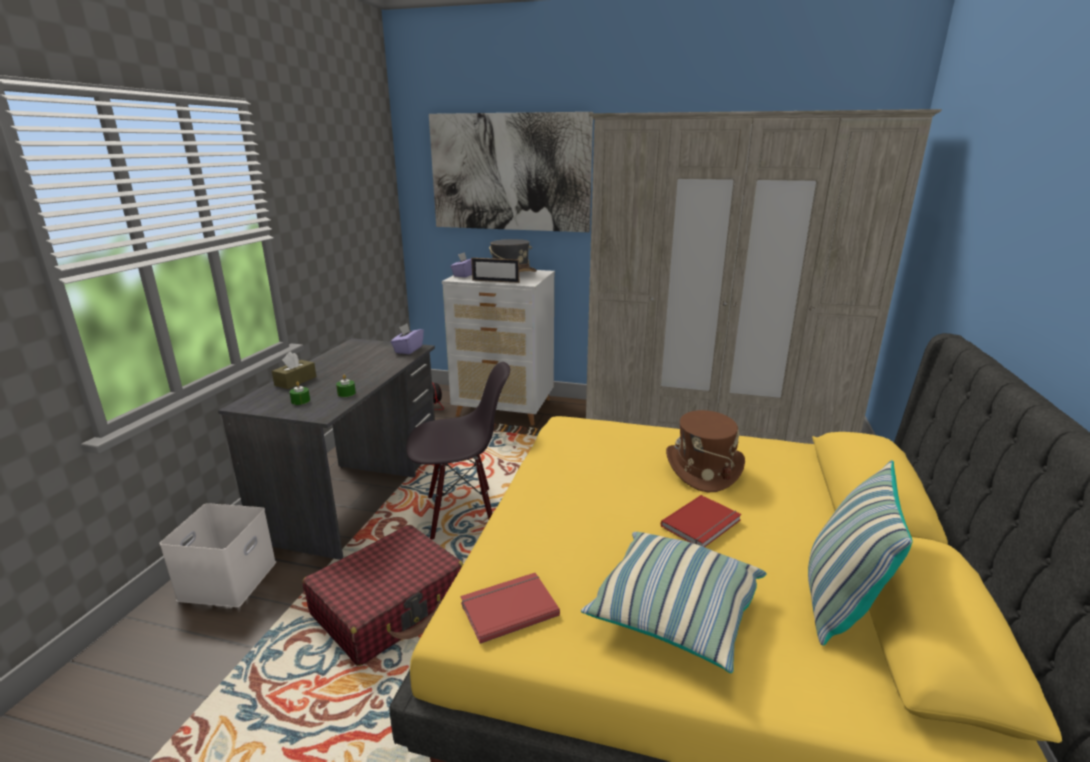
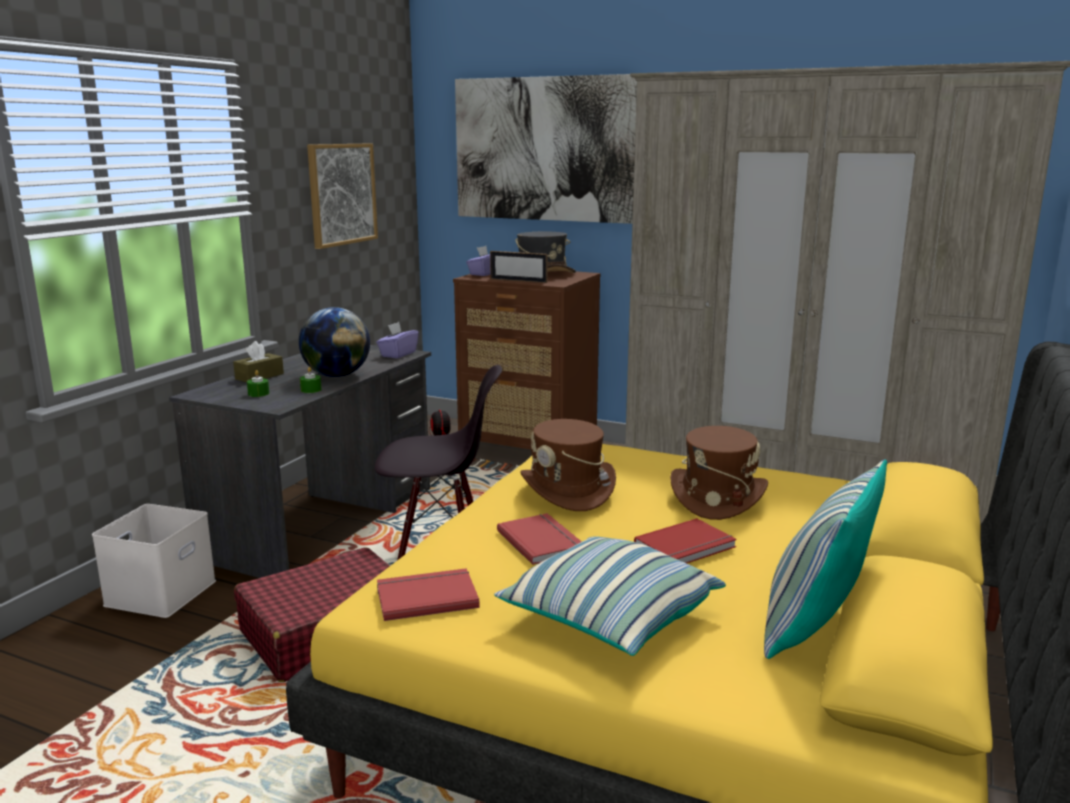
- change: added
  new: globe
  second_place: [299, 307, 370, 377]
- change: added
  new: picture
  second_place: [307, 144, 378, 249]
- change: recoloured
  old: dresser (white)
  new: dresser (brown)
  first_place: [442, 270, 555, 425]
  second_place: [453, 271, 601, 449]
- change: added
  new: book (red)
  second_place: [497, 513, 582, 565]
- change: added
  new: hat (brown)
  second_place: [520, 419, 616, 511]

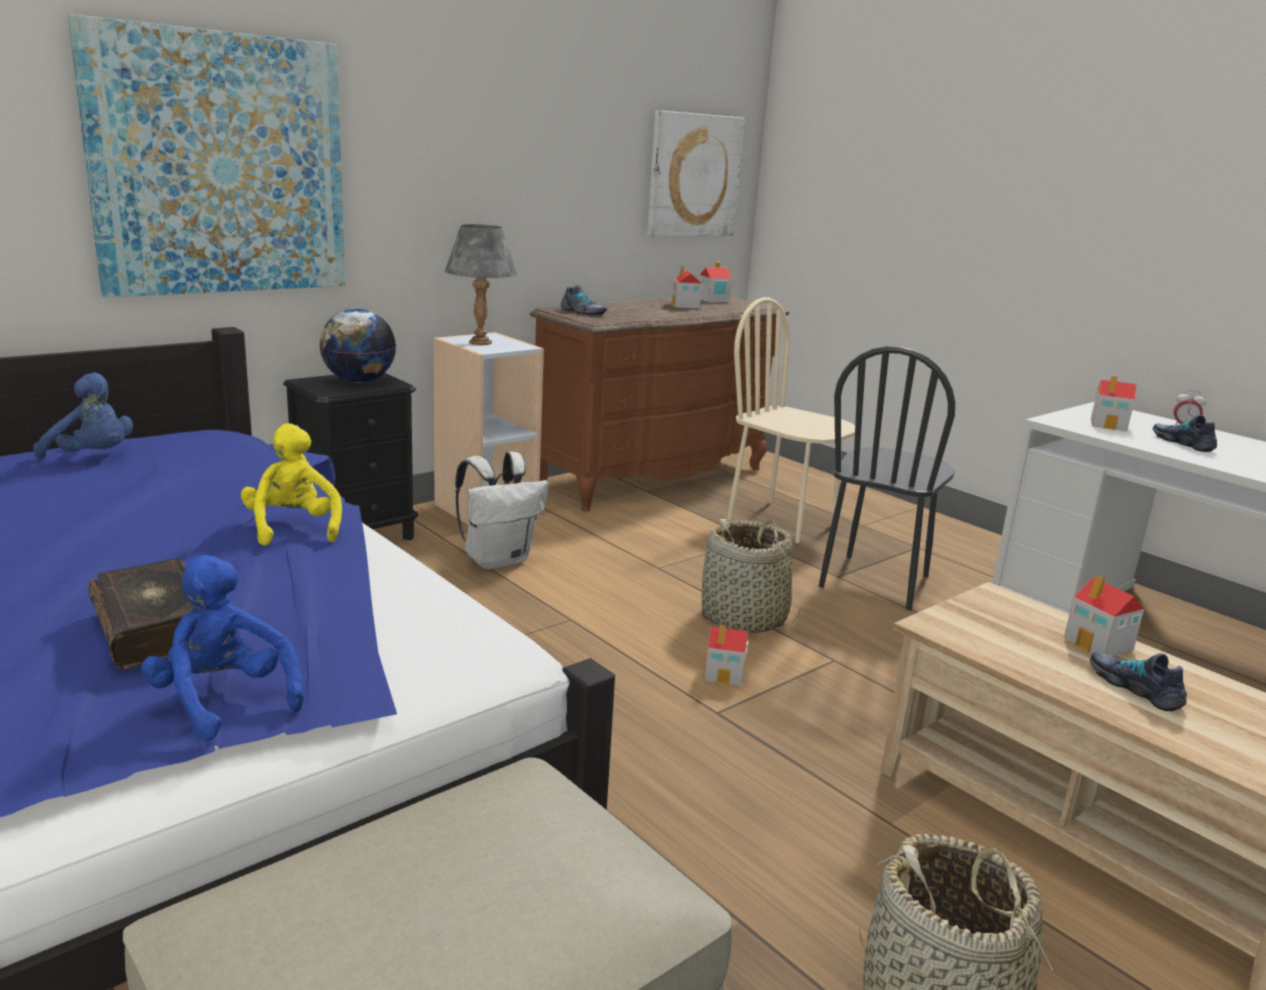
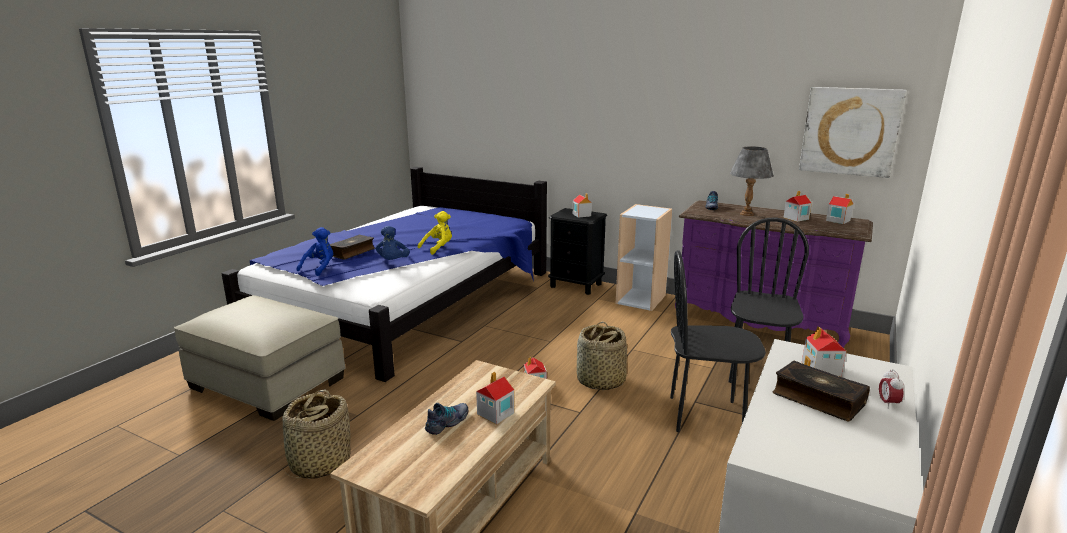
- change: moved
  old: plush toy (blue)
  first_place: [33, 373, 133, 460]
  second_place: [376, 226, 410, 260]
- change: replaced
  old: globe
  new: toy house
  first_place: [319, 308, 396, 383]
  second_place: [573, 193, 592, 218]
- change: recoloured
  old: dresser (brown)
  new: dresser (purple)
  first_place: [529, 297, 789, 512]
  second_place: [675, 200, 873, 348]
- change: recoloured
  old: chair (beige)
  new: chair (black)
  first_place: [727, 297, 855, 543]
  second_place: [728, 218, 809, 383]
- change: moved
  old: table lamp (grey)
  first_place: [445, 224, 517, 345]
  second_place: [730, 146, 774, 216]
- change: replaced
  old: shoe
  new: book
  first_place: [1153, 415, 1217, 452]
  second_place: [772, 361, 870, 422]
- change: removed
  old: picture
  first_place: [68, 14, 346, 298]
- change: removed
  old: backpack (white)
  first_place: [455, 452, 548, 569]

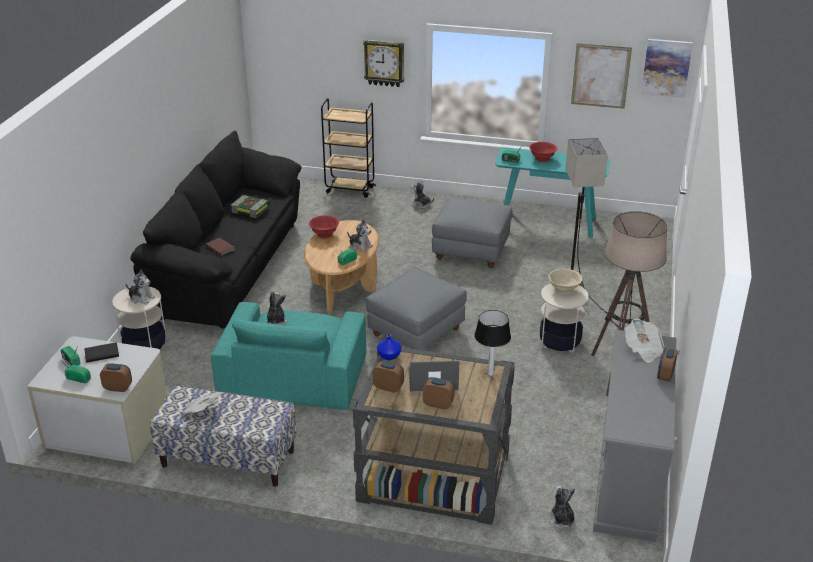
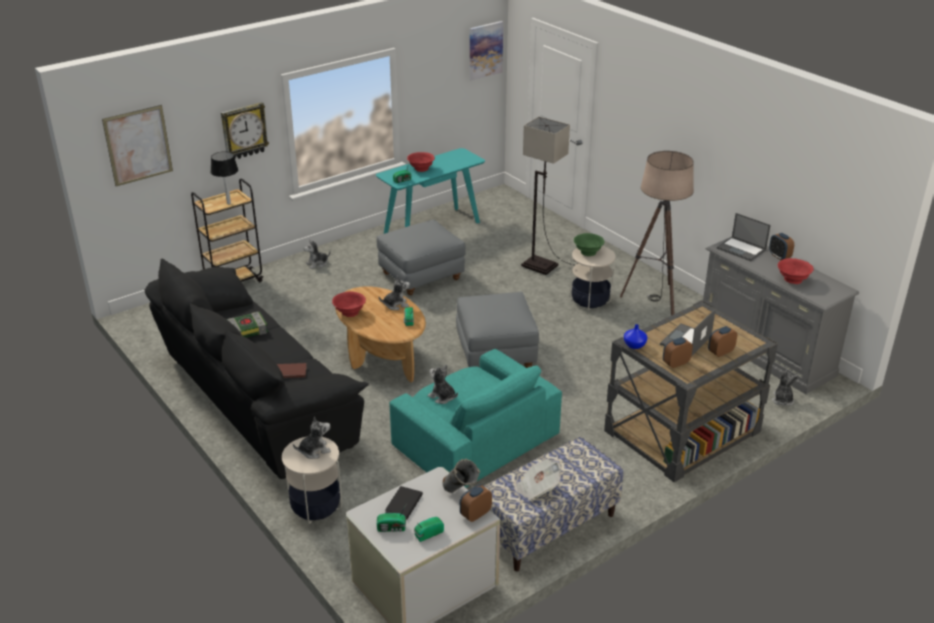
- change: moved
  old: picture
  first_place: [571, 44, 632, 109]
  second_place: [102, 105, 173, 186]
- change: moved
  old: table lamp
  first_place: [474, 310, 511, 376]
  second_place: [210, 152, 238, 204]
- change: added
  new: vase (grey)
  second_place: [443, 459, 480, 493]
- change: recoloured
  old: bowl (beige)
  new: bowl (green)
  first_place: [549, 269, 582, 295]
  second_place: [574, 233, 604, 256]
- change: replaced
  old: newspaper
  new: laptop
  first_place: [625, 318, 664, 363]
  second_place: [717, 213, 771, 261]
- change: turned
  old: plush toy
  first_place: [548, 486, 575, 528]
  second_place: [772, 371, 799, 406]
  degrees: 75
- change: added
  new: bowl (red)
  second_place: [778, 258, 814, 284]

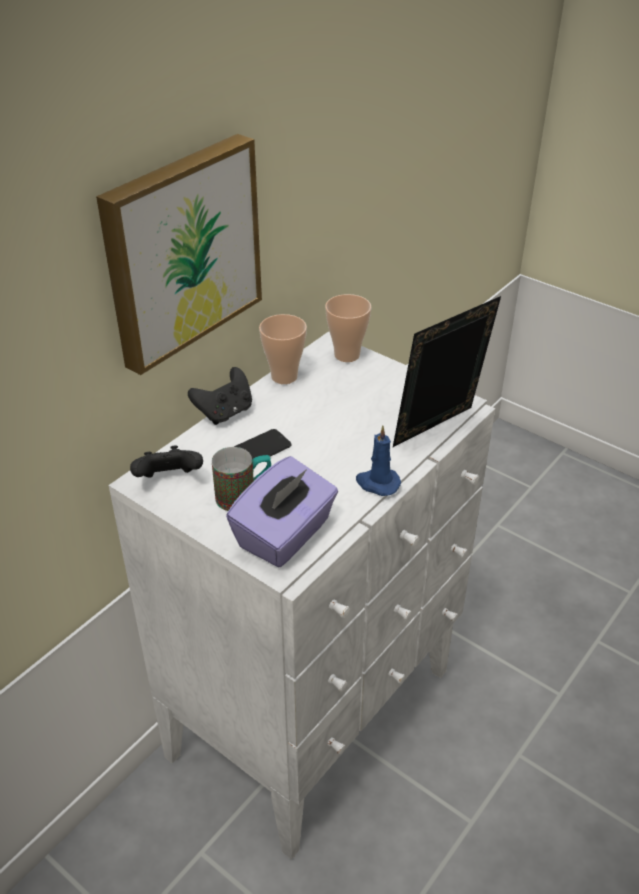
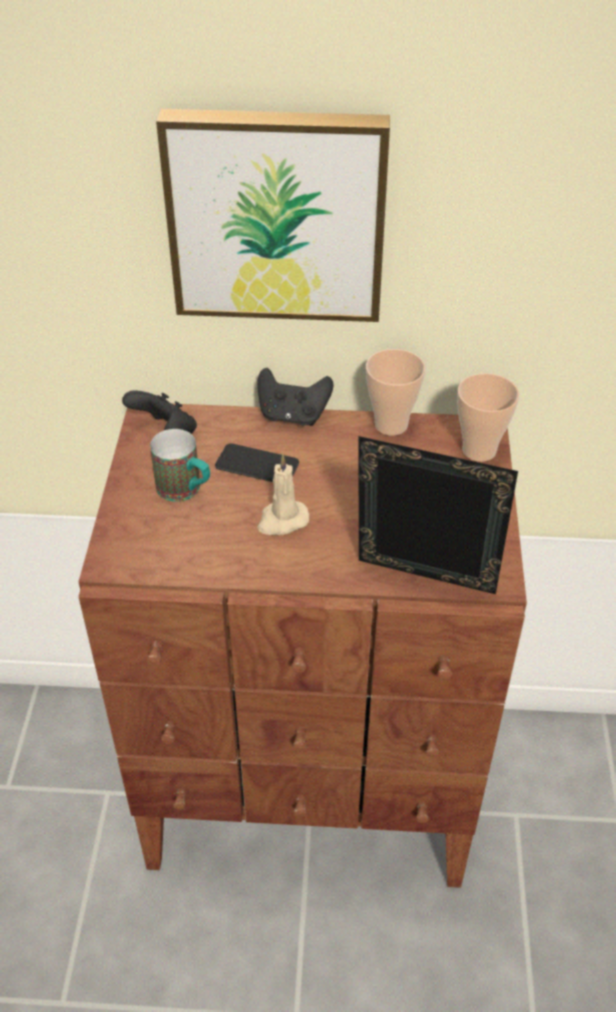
- change: recoloured
  old: dresser (white)
  new: dresser (brown)
  first_place: [109, 331, 495, 860]
  second_place: [78, 404, 527, 888]
- change: added
  new: candle (beige)
  second_place: [257, 454, 309, 535]
- change: removed
  old: tissue box (purple)
  first_place: [226, 456, 338, 568]
- change: removed
  old: candle (blue)
  first_place: [356, 425, 401, 496]

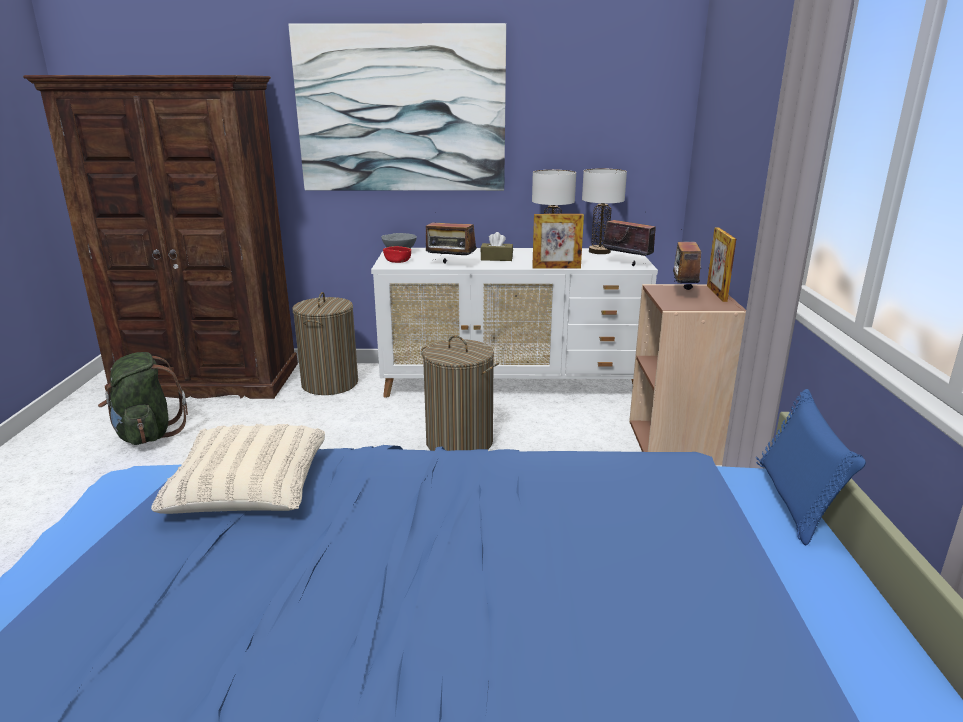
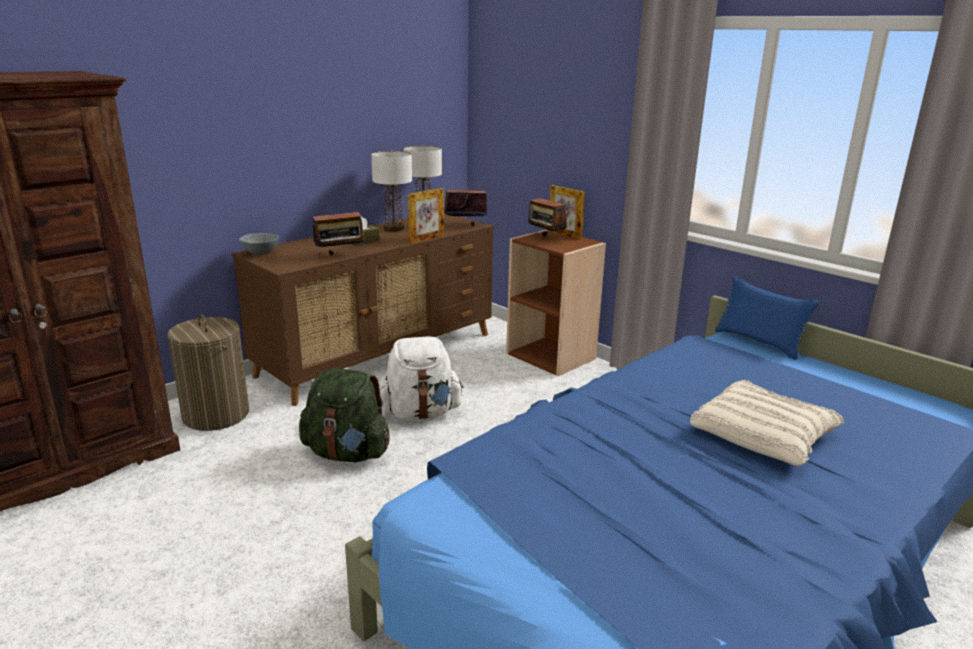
- change: recoloured
  old: dresser (white)
  new: dresser (brown)
  first_place: [371, 248, 658, 398]
  second_place: [232, 212, 494, 406]
- change: moved
  old: backpack (green)
  first_place: [98, 352, 188, 445]
  second_place: [299, 368, 390, 462]
- change: replaced
  old: laundry basket
  new: backpack (white)
  first_place: [421, 335, 499, 451]
  second_place: [379, 337, 464, 420]
- change: moved
  old: pillow (beige)
  first_place: [151, 424, 325, 514]
  second_place: [690, 380, 844, 466]
- change: removed
  old: picture
  first_place: [288, 23, 506, 191]
- change: removed
  old: bowl (red)
  first_place: [383, 246, 411, 263]

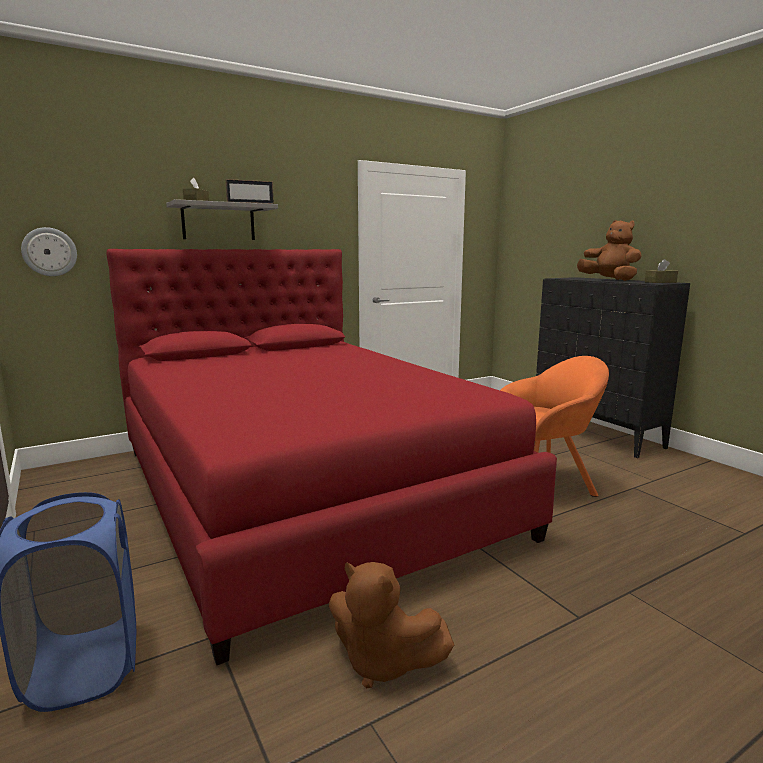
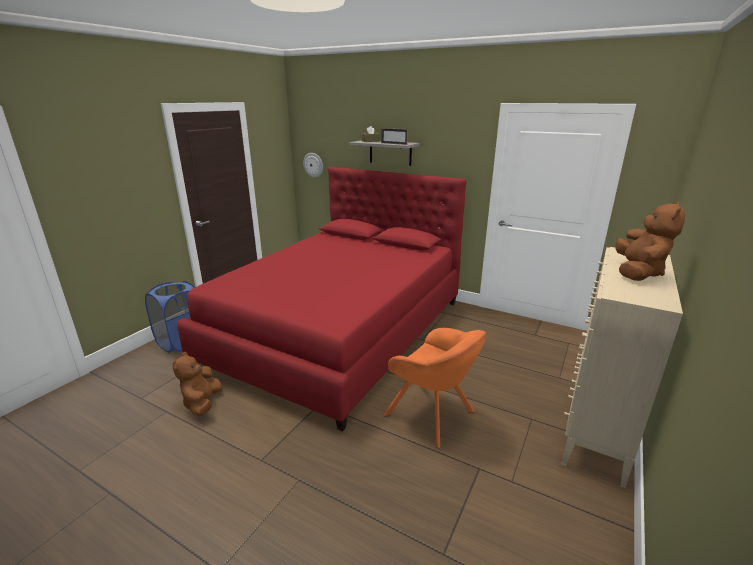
- change: recoloured
  old: dresser (black)
  new: dresser (beige)
  first_place: [536, 277, 690, 458]
  second_place: [561, 247, 683, 488]
- change: removed
  old: tissue box (brown)
  first_place: [645, 259, 678, 283]

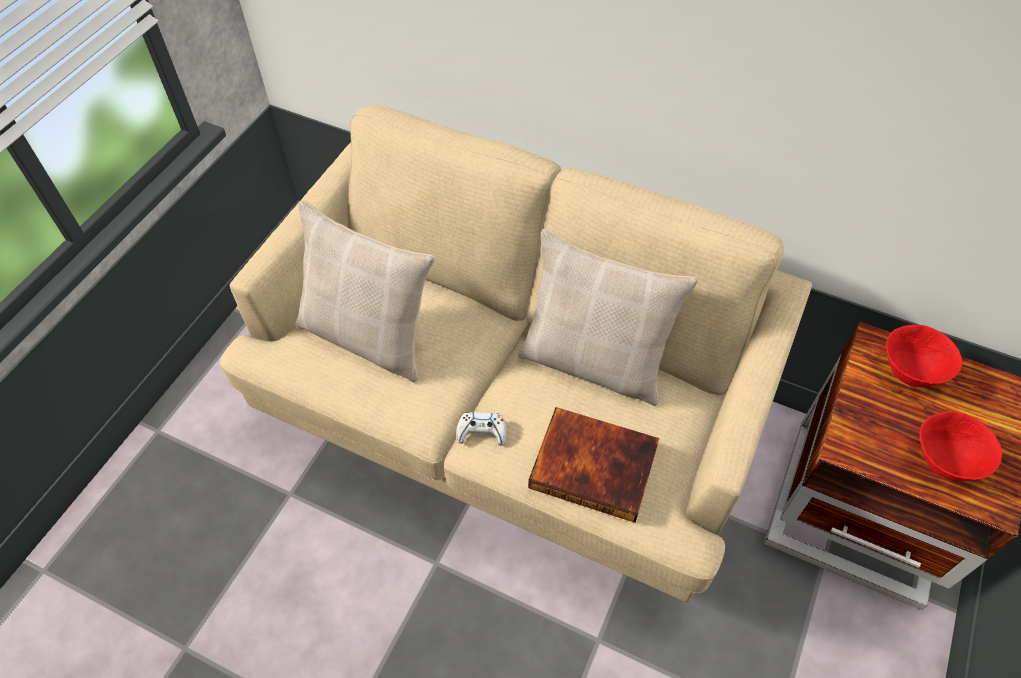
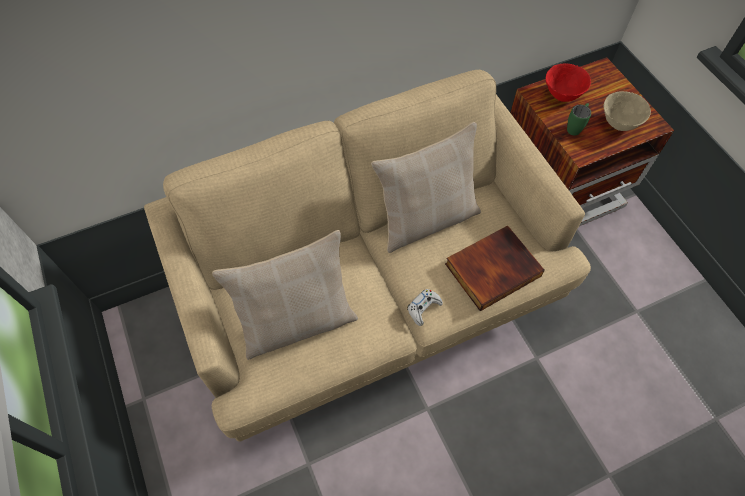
- change: added
  new: mug (green)
  second_place: [567, 103, 591, 136]
- change: recoloured
  old: bowl (red)
  new: bowl (beige)
  first_place: [920, 411, 1002, 481]
  second_place: [604, 91, 651, 131]

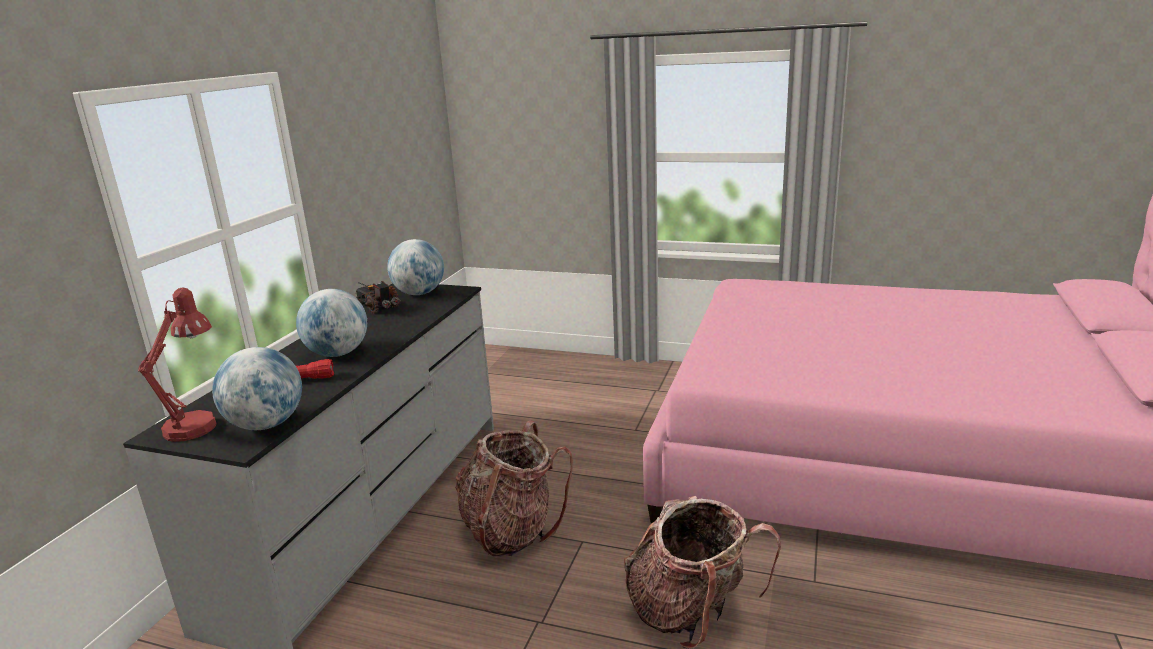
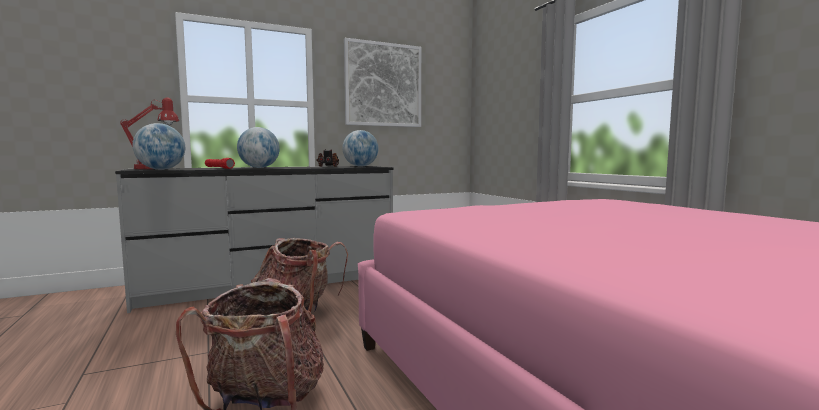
- change: added
  new: picture
  second_place: [344, 38, 421, 127]

